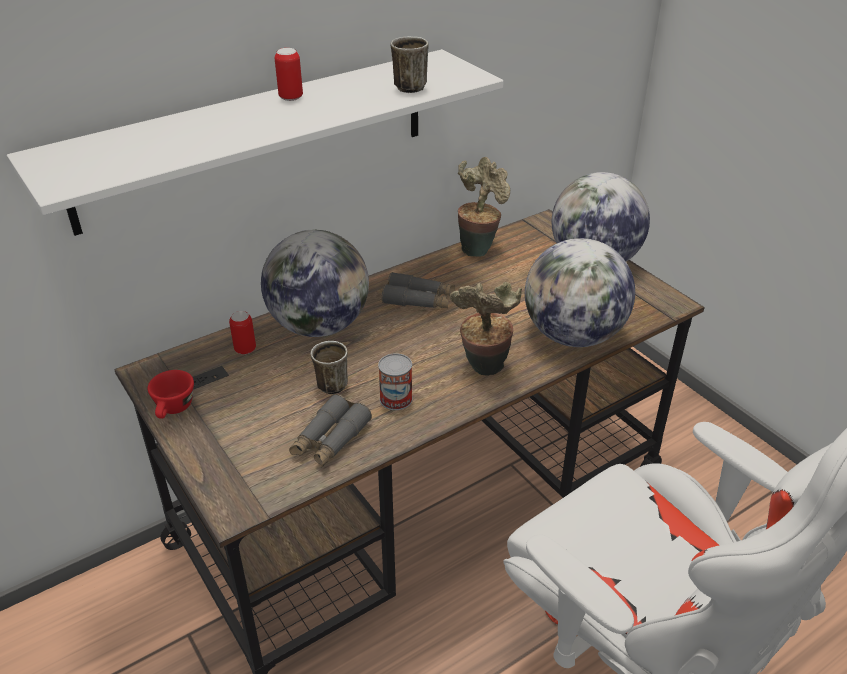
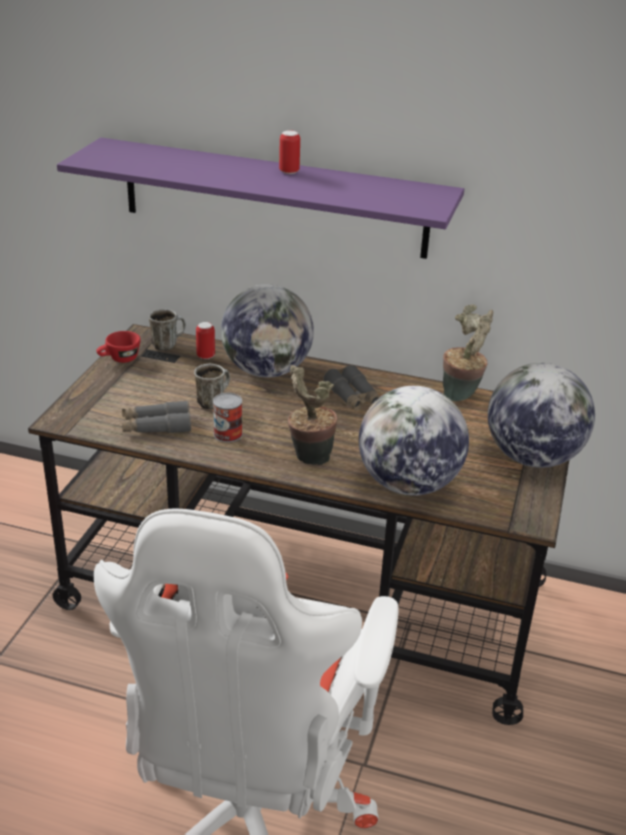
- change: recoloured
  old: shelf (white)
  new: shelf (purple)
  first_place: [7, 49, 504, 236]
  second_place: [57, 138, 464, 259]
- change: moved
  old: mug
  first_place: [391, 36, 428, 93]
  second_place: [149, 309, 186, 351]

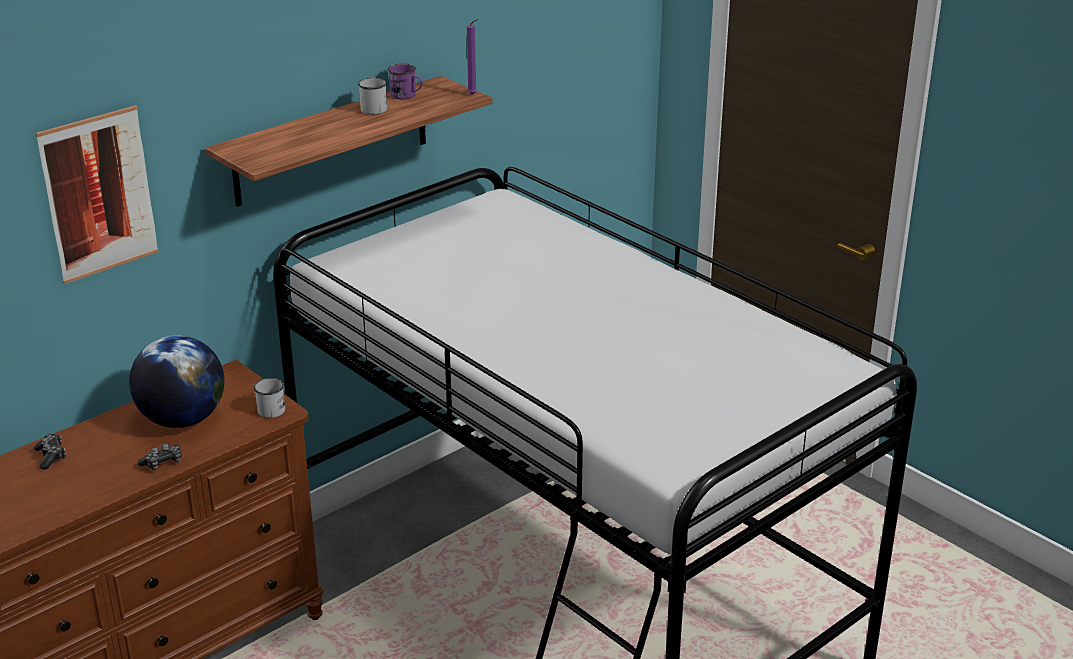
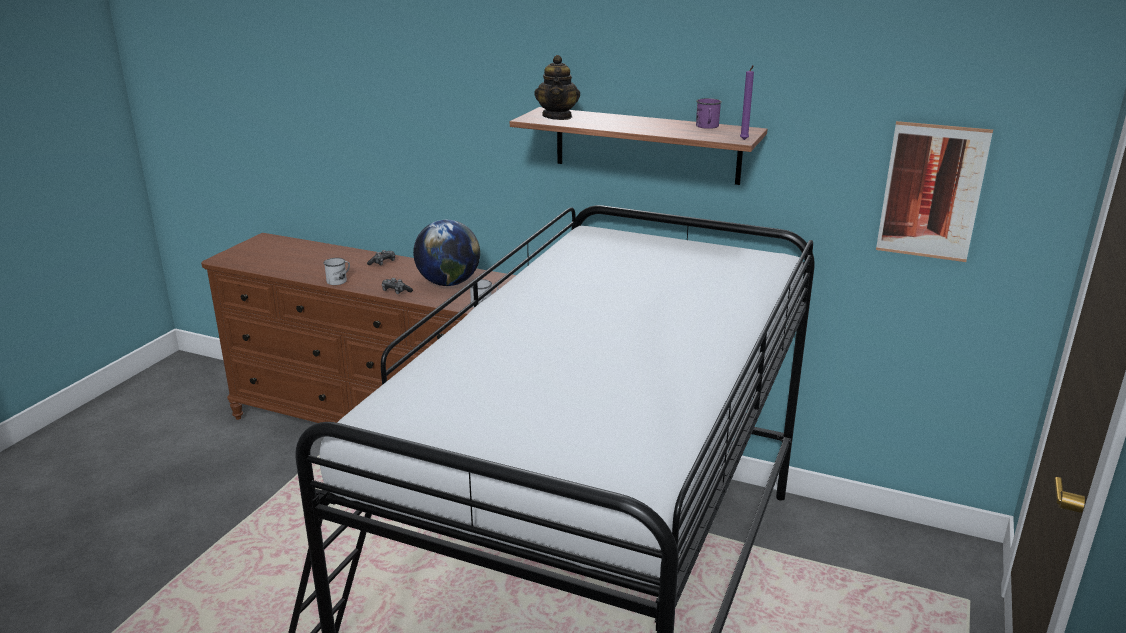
- change: moved
  old: mug (white)
  first_place: [358, 78, 387, 115]
  second_place: [323, 258, 350, 285]
- change: added
  new: teapot
  second_place: [534, 55, 580, 120]
- change: moved
  old: picture
  first_place: [35, 105, 159, 284]
  second_place: [876, 121, 993, 262]

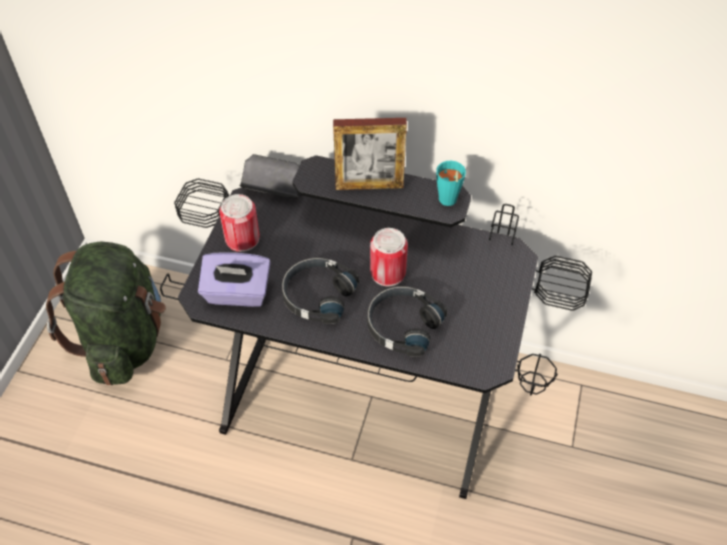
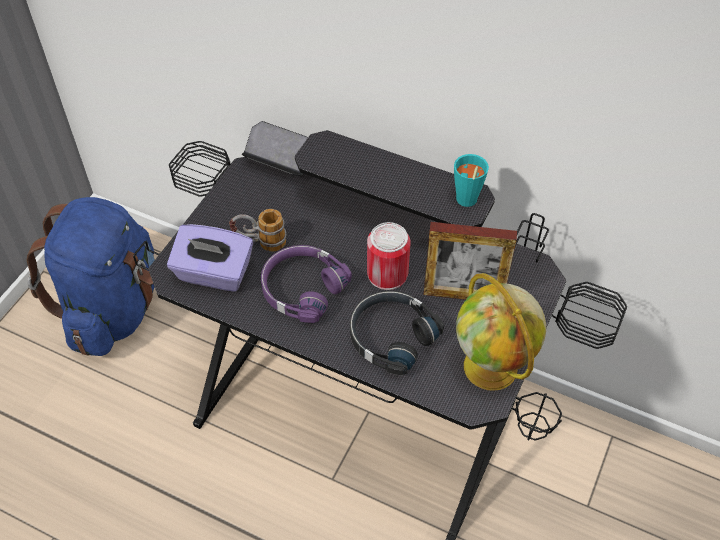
- change: recoloured
  old: backpack (green)
  new: backpack (blue)
  first_place: [46, 242, 166, 385]
  second_place: [27, 197, 155, 356]
- change: added
  new: mug
  second_place: [229, 209, 286, 252]
- change: recoloured
  old: headphones (black)
  new: headphones (purple)
  first_place: [282, 258, 359, 324]
  second_place: [261, 245, 352, 323]
- change: moved
  old: picture frame
  first_place: [333, 118, 407, 190]
  second_place: [424, 222, 517, 300]
- change: added
  new: globe
  second_place: [456, 273, 546, 391]
- change: removed
  old: can
  first_place: [219, 194, 260, 252]

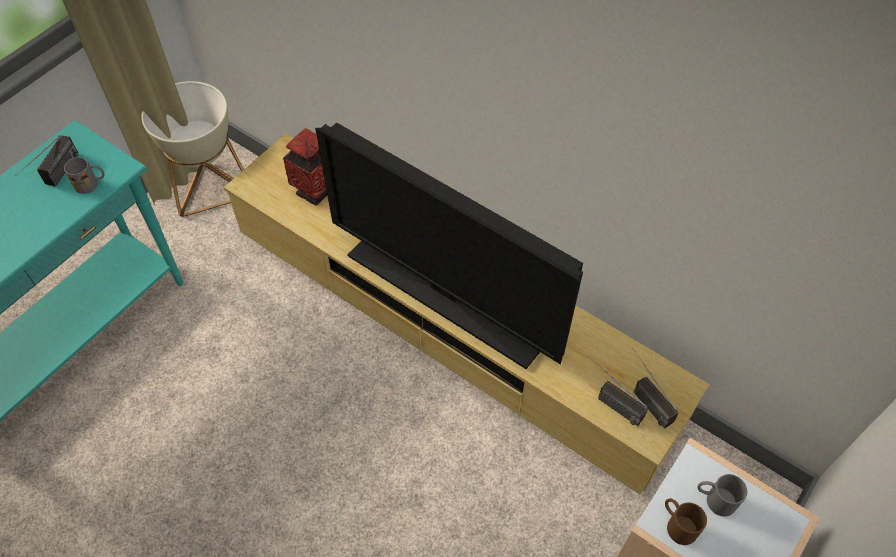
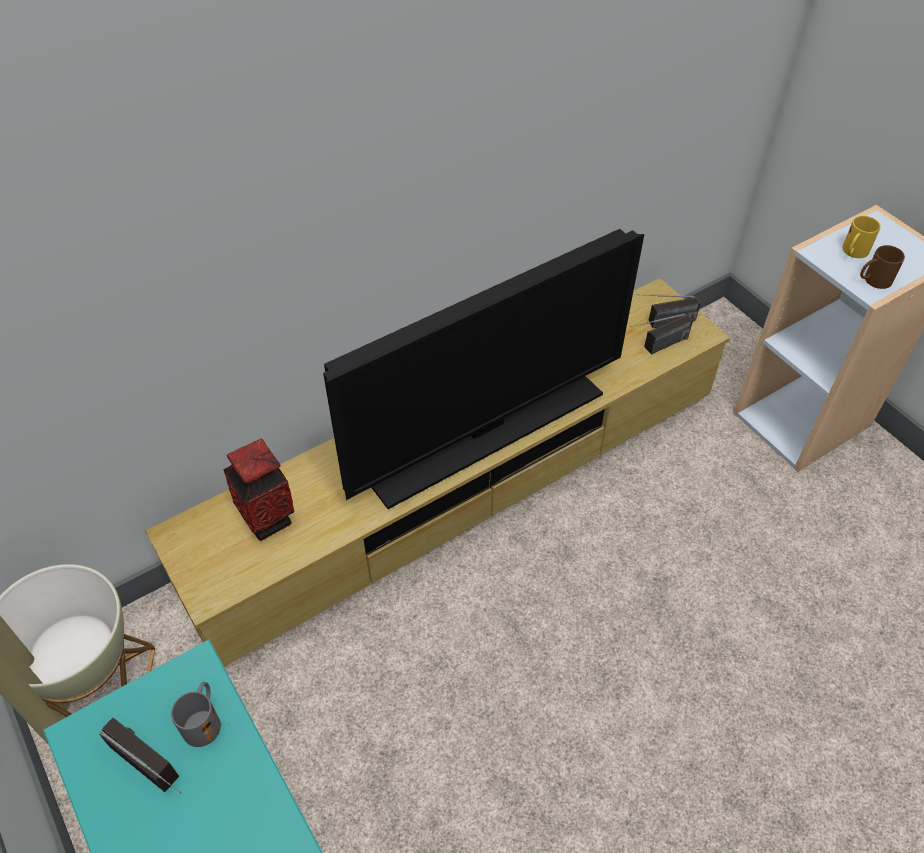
- change: recoloured
  old: mug (grey)
  new: mug (yellow)
  first_place: [697, 474, 747, 516]
  second_place: [842, 216, 880, 258]

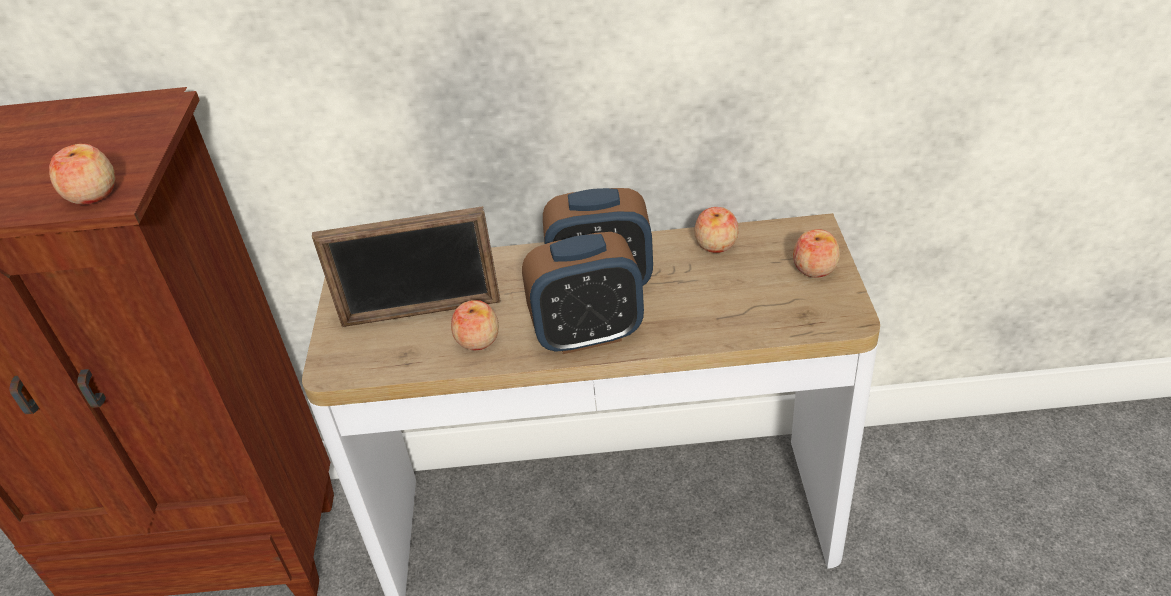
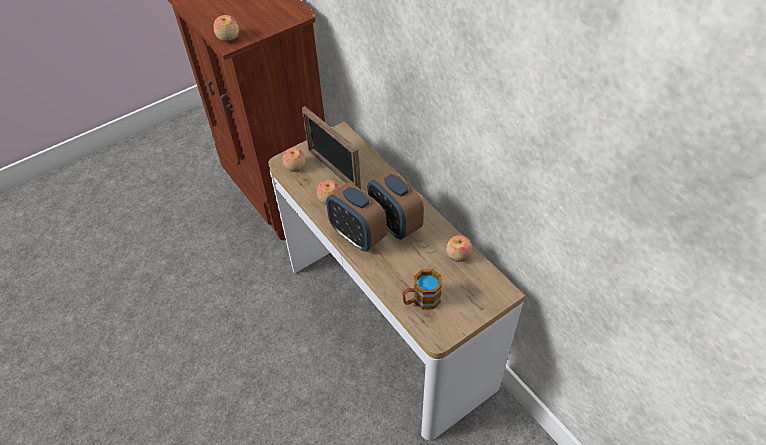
- change: moved
  old: apple
  first_place: [793, 229, 840, 278]
  second_place: [283, 147, 306, 172]
- change: added
  new: mug
  second_place: [402, 269, 442, 310]

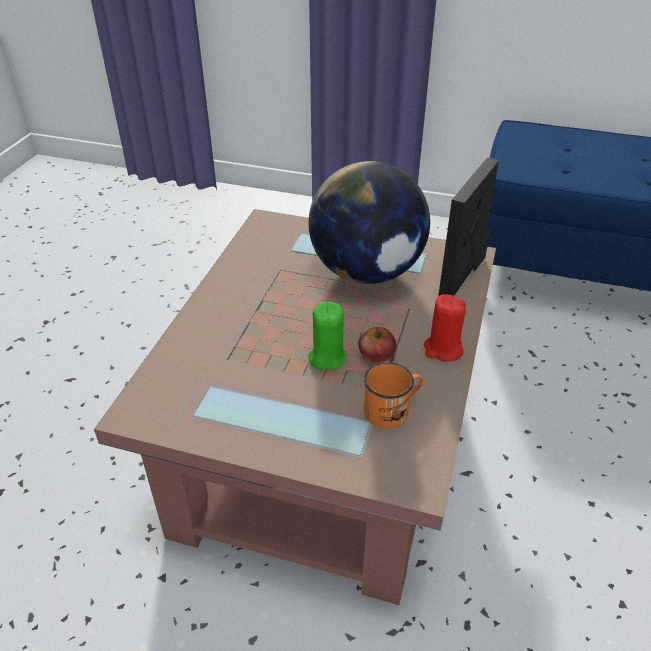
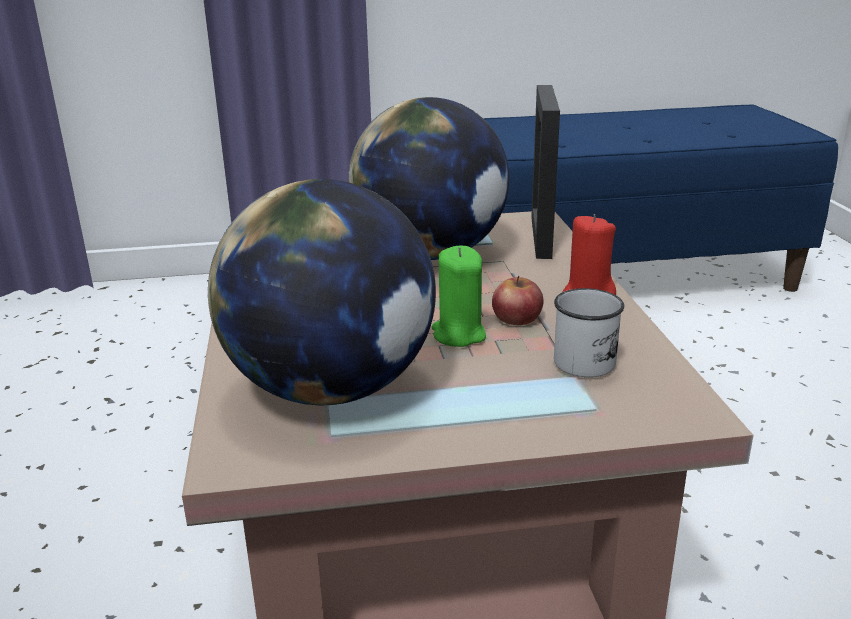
- change: added
  new: globe
  second_place: [208, 179, 436, 405]
- change: recoloured
  old: mug (orange)
  new: mug (white)
  first_place: [364, 362, 423, 429]
  second_place: [554, 288, 624, 377]

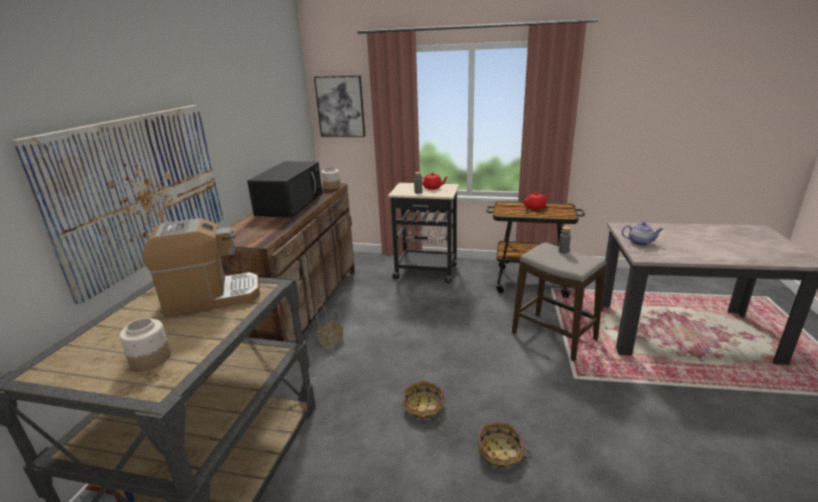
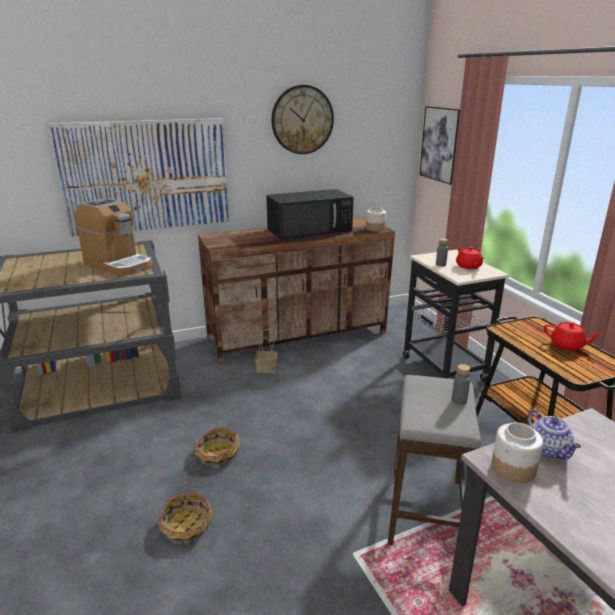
- change: added
  new: wall clock
  second_place: [271, 85, 334, 154]
- change: moved
  old: jar
  first_place: [119, 318, 171, 371]
  second_place: [492, 422, 543, 483]

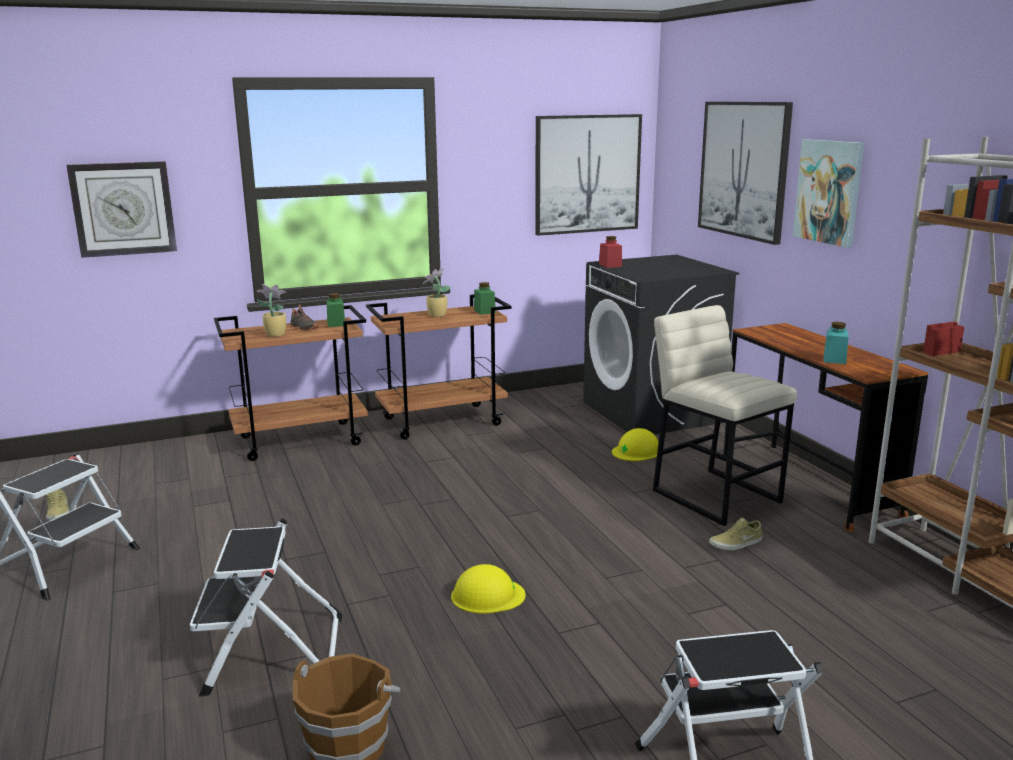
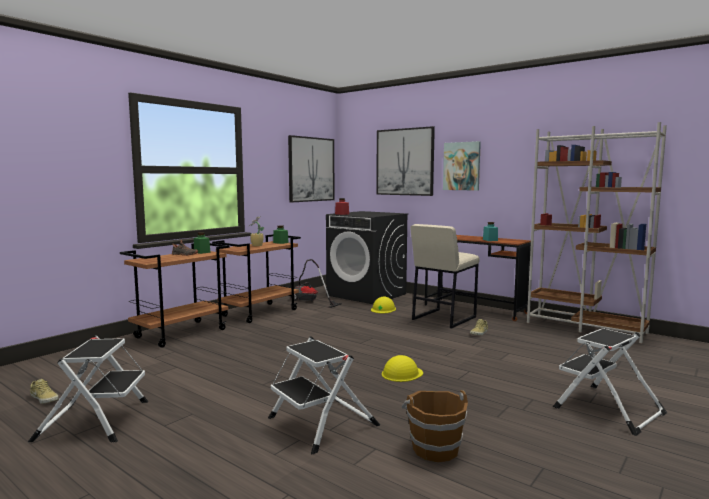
- change: added
  new: vacuum cleaner
  second_place: [290, 259, 342, 308]
- change: turned
  old: chair (beige)
  first_place: [653, 305, 797, 526]
  second_place: [410, 224, 480, 328]
  degrees: -75
- change: removed
  old: wall clock
  first_place: [66, 161, 177, 258]
- change: removed
  old: potted plant
  first_place: [256, 284, 287, 337]

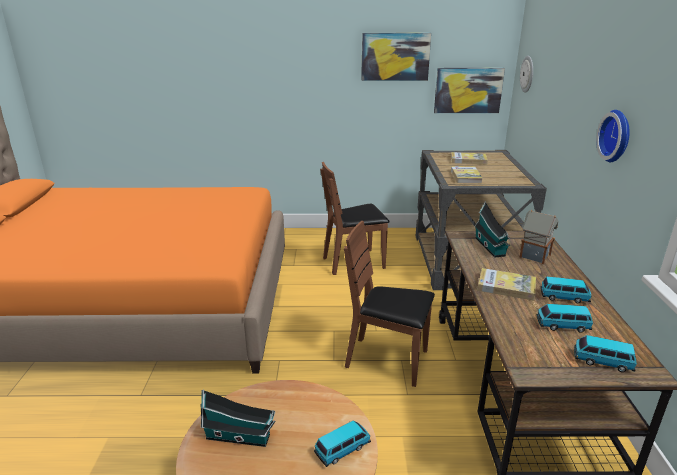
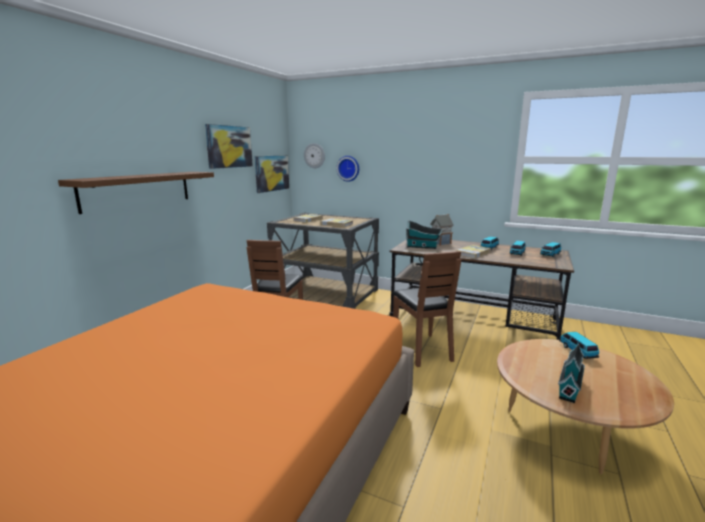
- change: added
  new: shelf (brown)
  second_place: [58, 172, 214, 214]
- change: moved
  old: wall clock
  first_place: [596, 110, 630, 162]
  second_place: [337, 156, 359, 182]
- change: turned
  old: chair (brown)
  first_place: [344, 221, 435, 387]
  second_place: [392, 251, 461, 367]
  degrees: -60

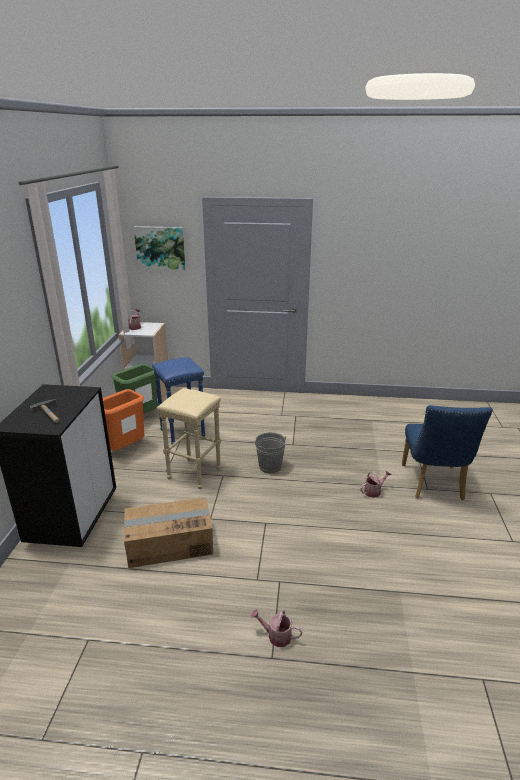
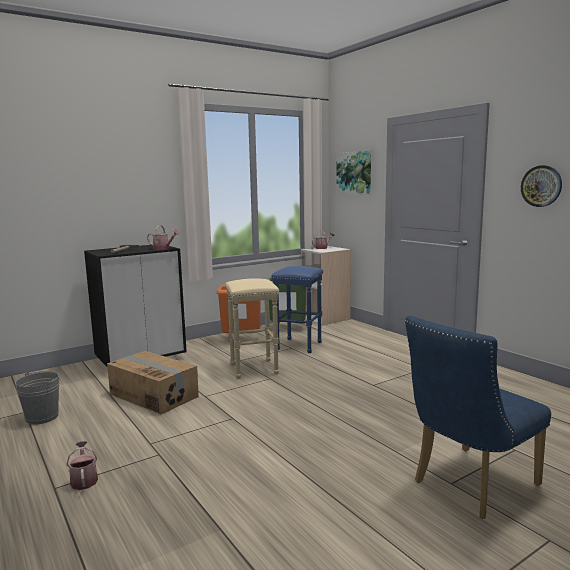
- change: moved
  old: bucket (grey)
  first_place: [253, 432, 287, 474]
  second_place: [15, 371, 60, 425]
- change: moved
  old: watering can
  first_place: [361, 471, 391, 498]
  second_place: [147, 225, 180, 249]
- change: added
  new: wall clock
  second_place: [521, 165, 562, 207]

